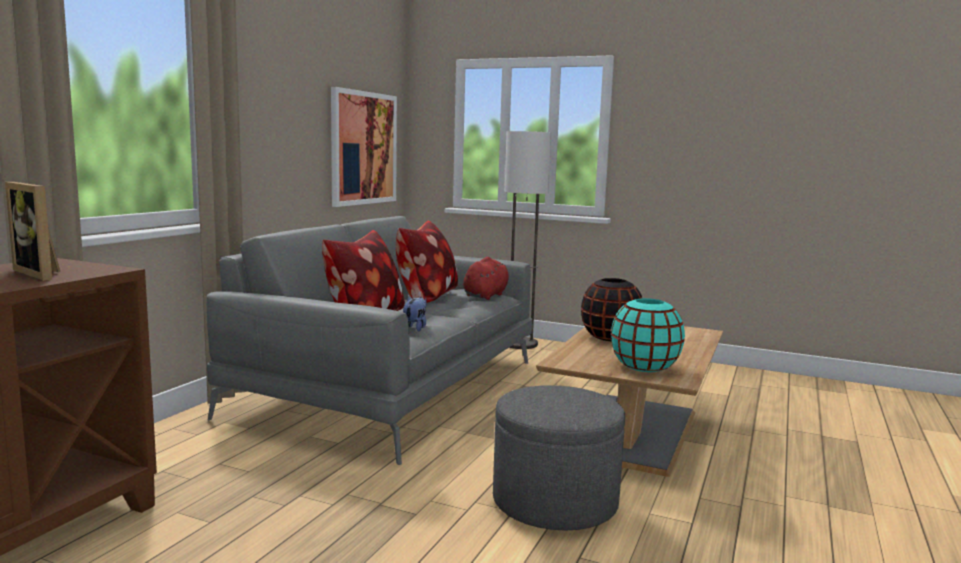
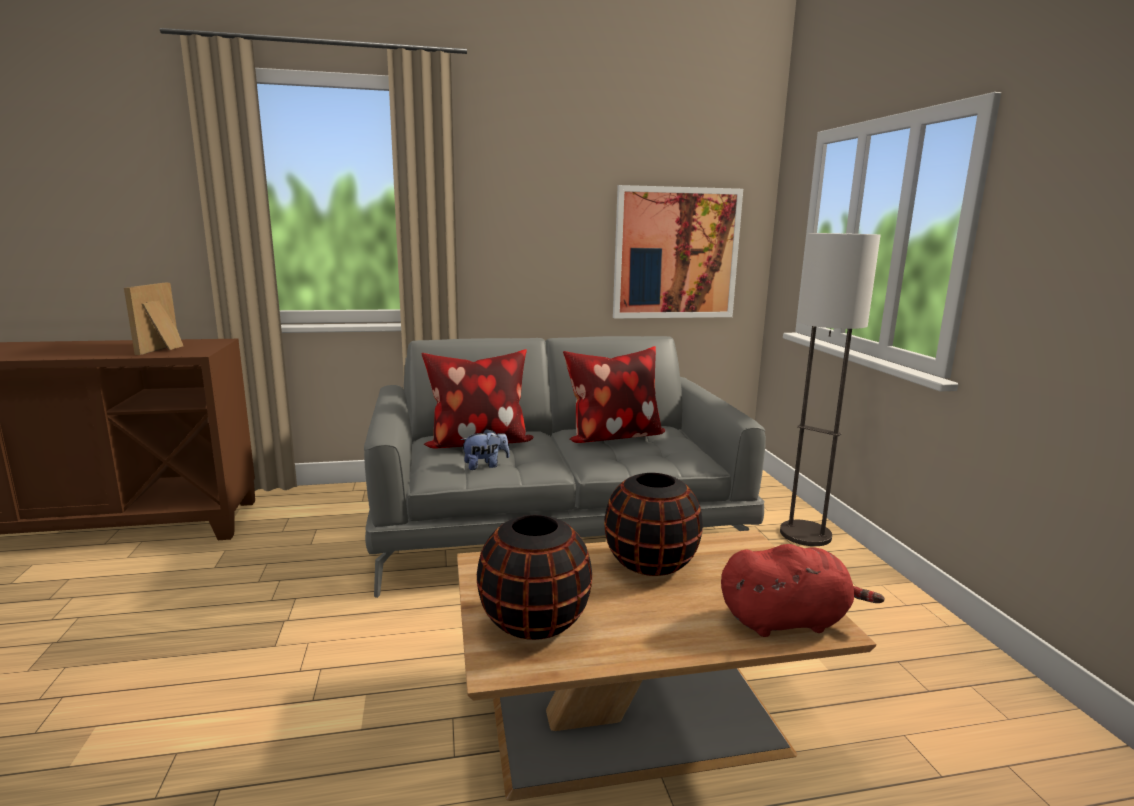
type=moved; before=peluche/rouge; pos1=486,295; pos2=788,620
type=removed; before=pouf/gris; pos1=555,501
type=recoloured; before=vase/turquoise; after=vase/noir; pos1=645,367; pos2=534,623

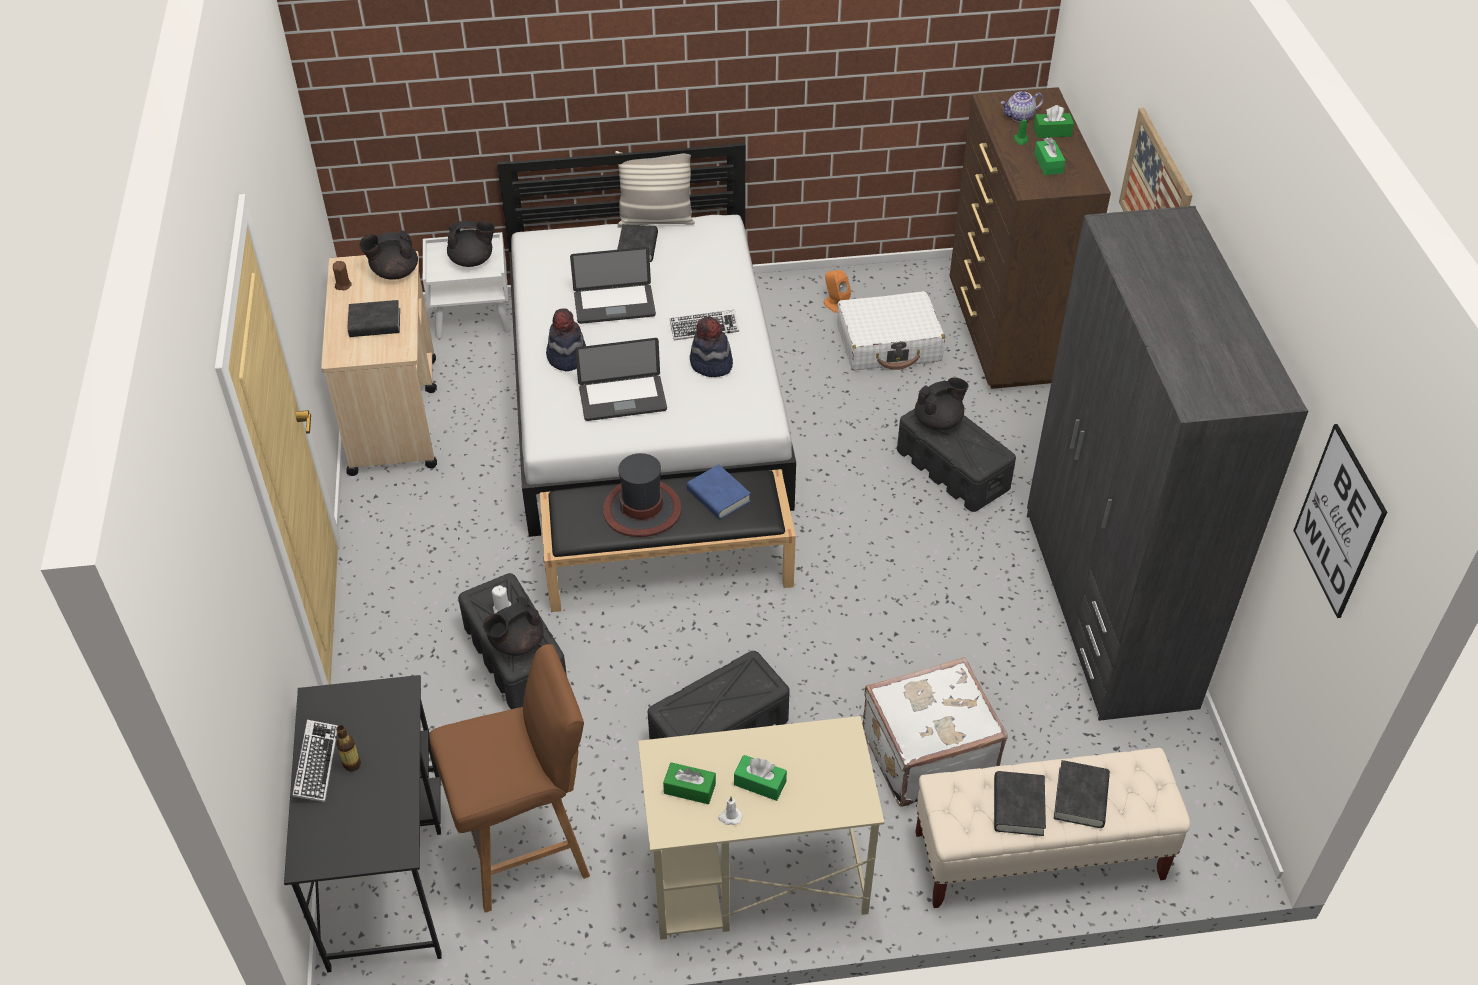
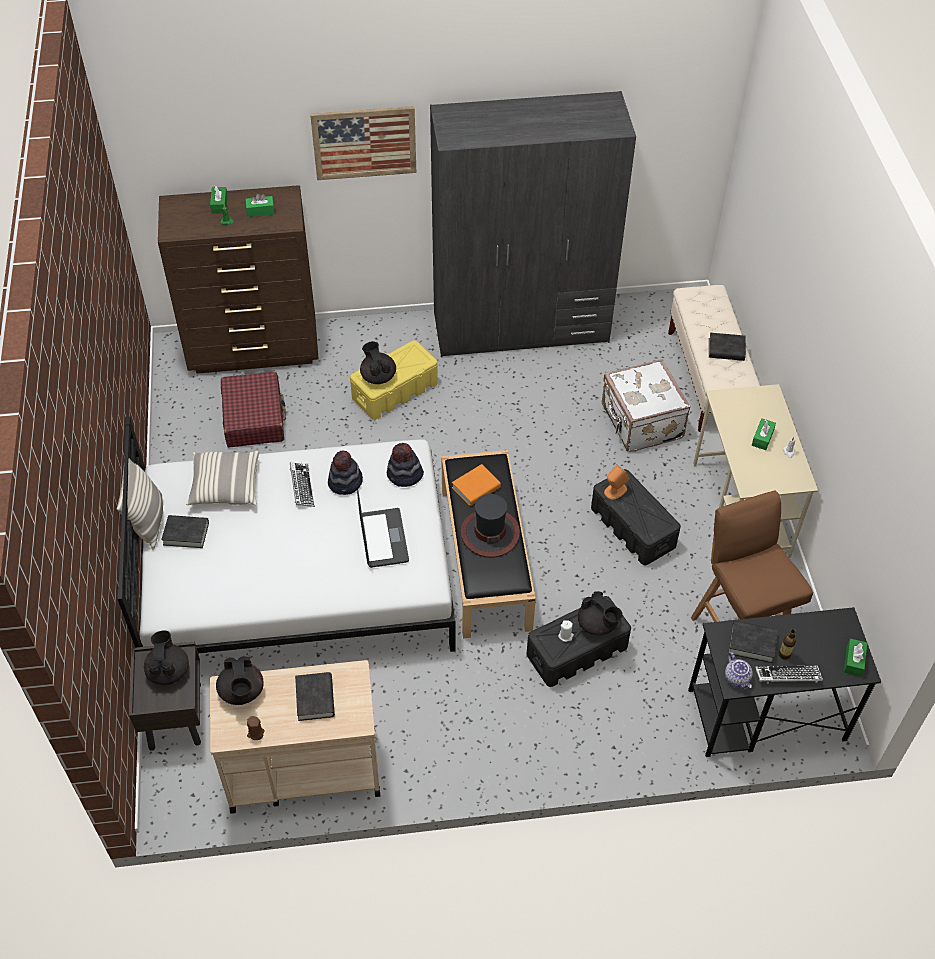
type=recoloured; before=table de chevet/blanc; after=table de chevet/marron; pos1=474,318; pos2=175,715
type=moved; before=chapeau; pos1=567,357; pos2=404,475
type=removed; before=ordinateur portable; pos1=614,305
type=moved; before=boîte à mouchoirs/vert; pos1=689,789; pos2=853,661
type=recoloured; before=livre/bleu; after=livre/orange; pos1=718,496; pos2=476,488
type=moved; before=enceinte/orange; pos1=835,304; pos2=615,490
type=recoloured; before=valise/blanc; after=valise/rouge; pos1=889,344; pos2=254,417
type=recoloured; before=boîte de rangement/noir; after=boîte de rangement/jaune; pos1=953,470; pos2=395,391
type=moved; before=théière; pos1=1019,117; pos2=737,678
type=moved; before=livre/noir; pos1=1081,798; pos2=752,643
type=removed; before=tableau; pos1=1339,521
type=added; after=coussin; pos2=225,486

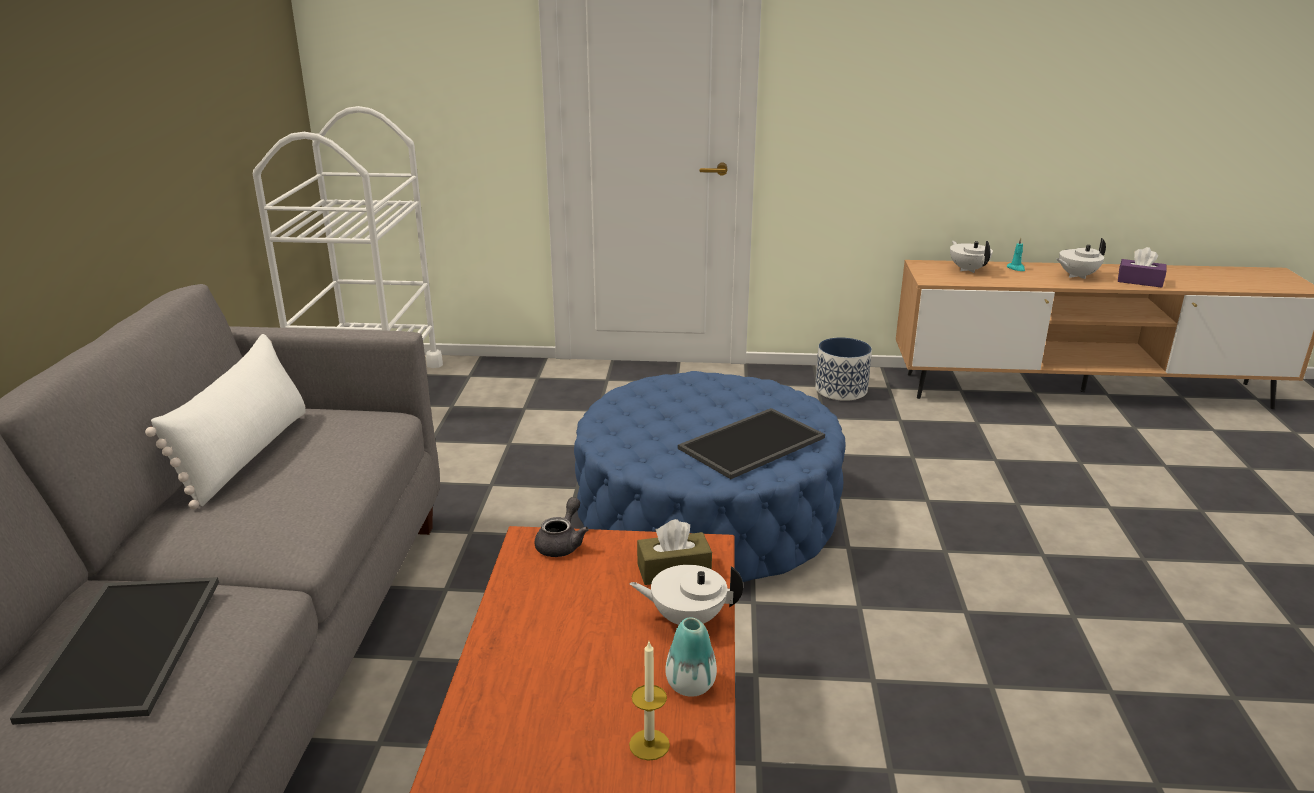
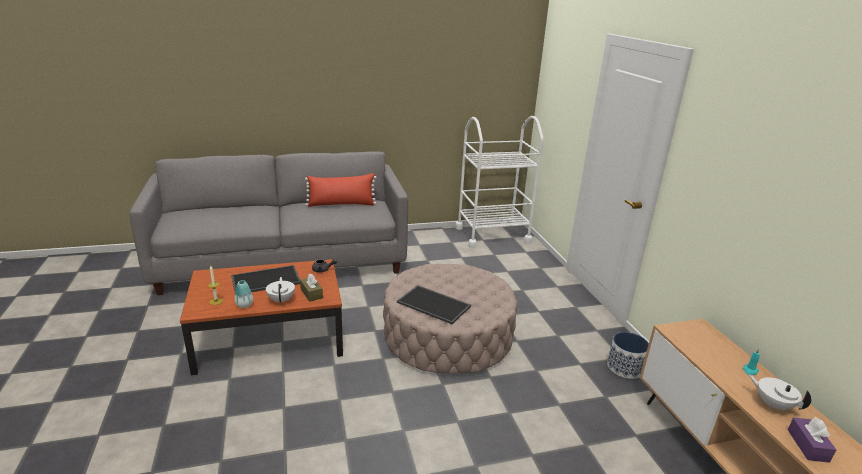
type=moved; before=plateau; pos1=128,647; pos2=265,281
type=recoloured; before=coussin/blanc; after=coussin/rouge; pos1=246,455; pos2=341,204
type=recoloured; before=pouf/bleu; after=pouf/beige; pos1=707,513; pos2=448,336
type=removed; before=théière/blanc; pos1=968,269

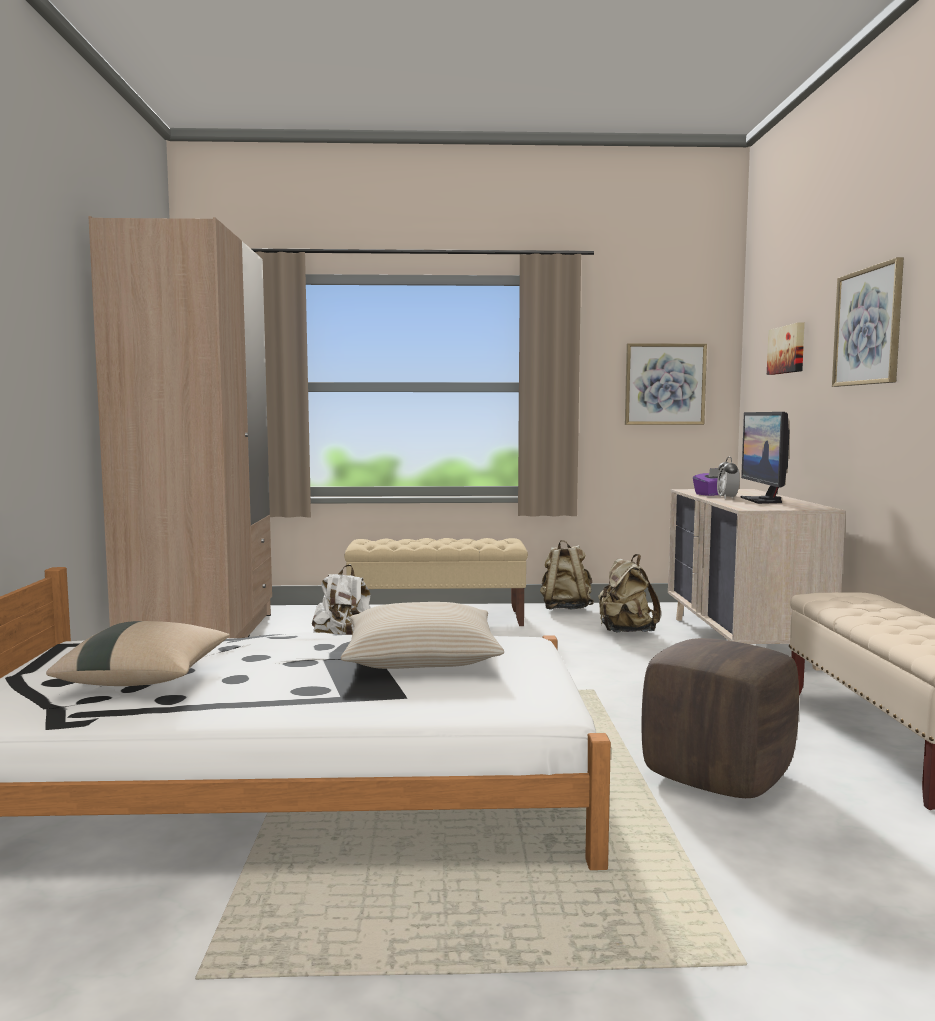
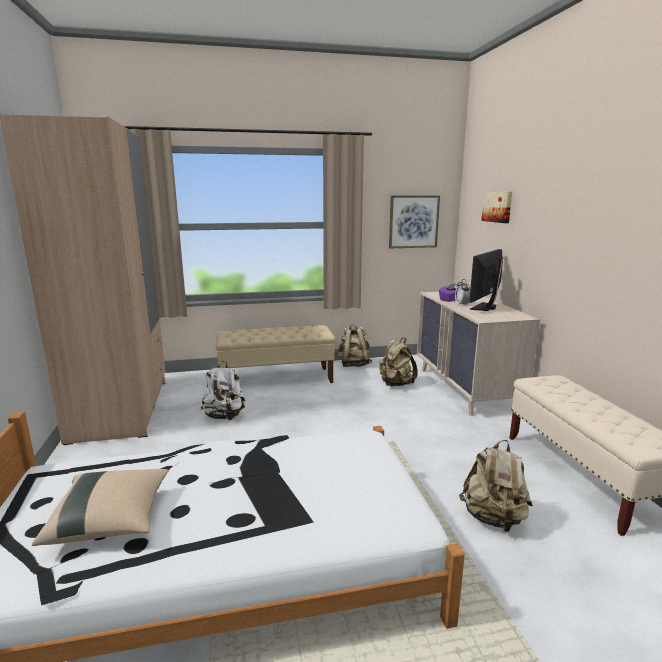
type=removed; before=coussin/beige; pos1=421,657
type=replaced; before=pouf/marron; after=sac à dos/beige; pos1=719,776; pos2=493,518
type=turned; before=écran d'ordinateur; pos1=764,500; pos2=485,307; turn=45
type=removed; before=tableau; pos1=868,326

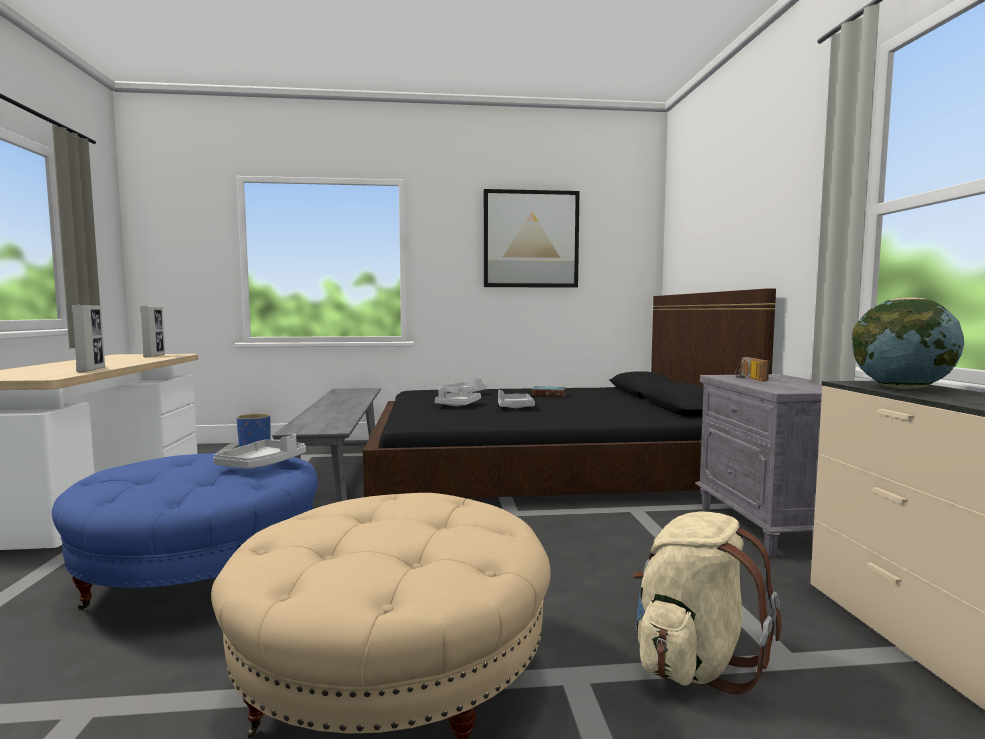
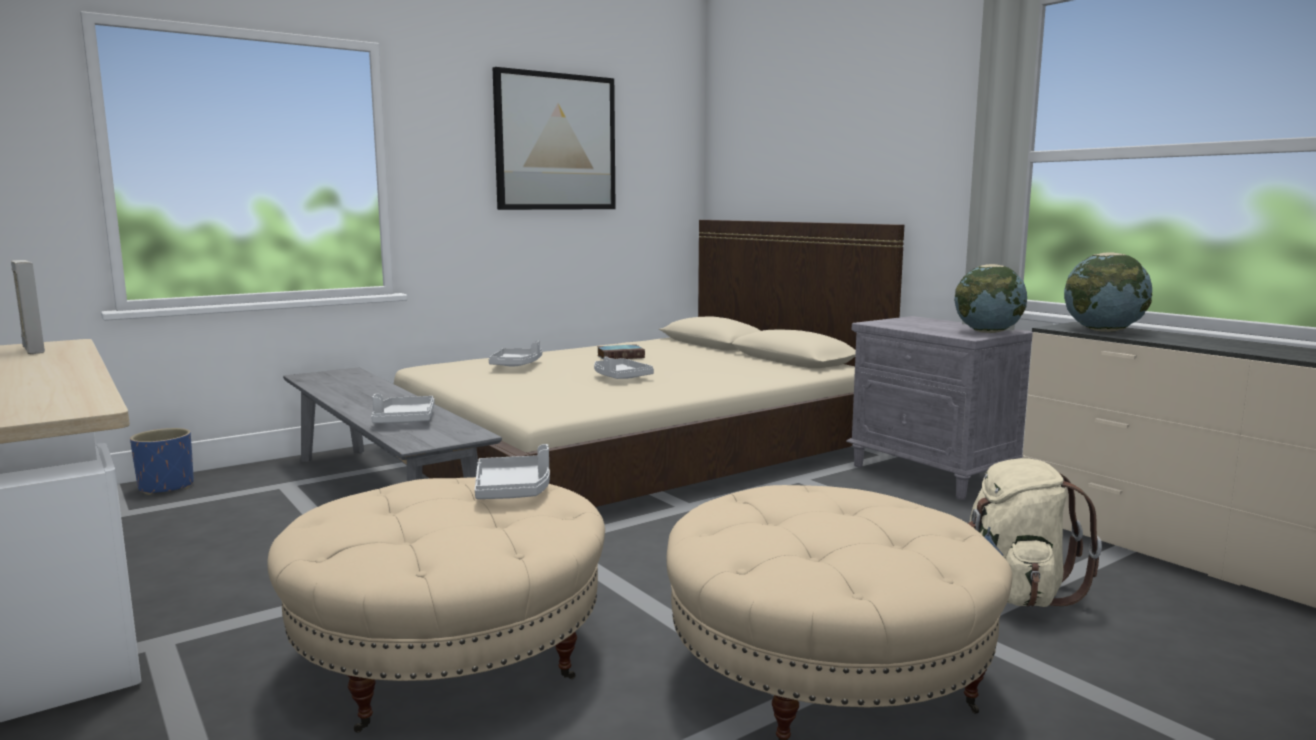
type=recoloured; before=pouf/bleu; after=pouf/beige; pos1=202,577; pos2=449,656
type=removed; before=cadre photo; pos1=91,370
type=recoloured; before=lit/noir; after=lit/beige; pos1=545,464; pos2=637,446
type=moved; before=plateau/gris; pos1=458,405; pos2=404,420
type=removed; before=radio; pos1=748,378
type=added; after=globe; pos2=988,332

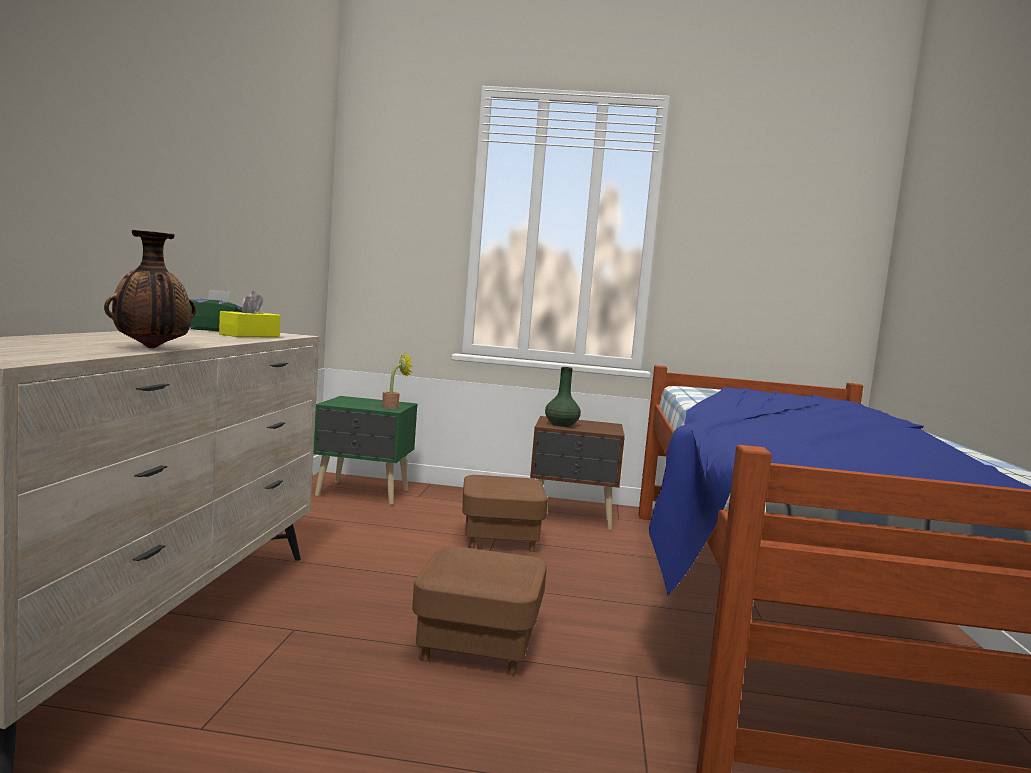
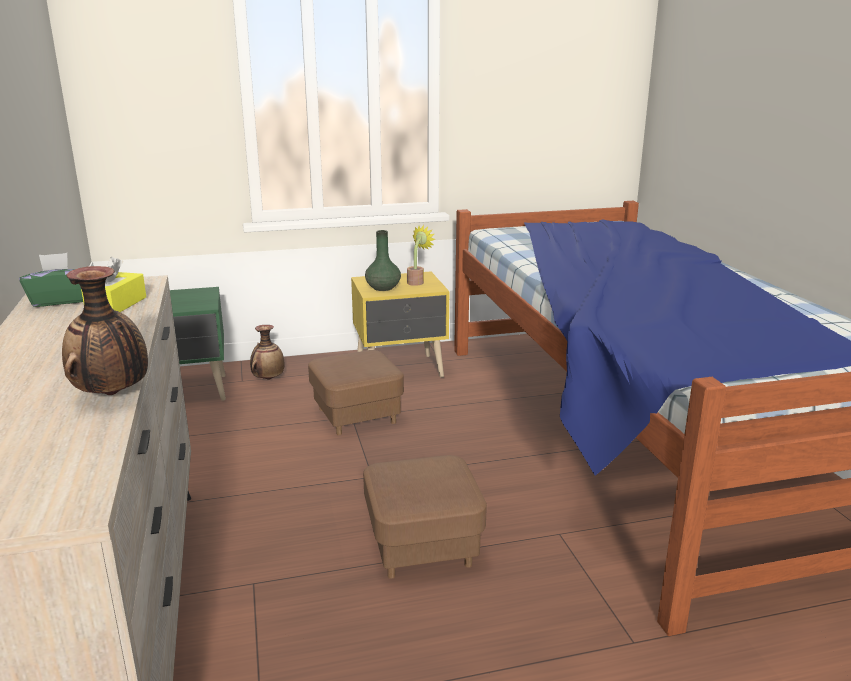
type=moved; before=plante en pot; pos1=393,407; pos2=417,282
type=recoloured; before=table de chevet/marron; after=table de chevet/jaune; pos1=572,517; pos2=401,370
type=added; after=vase; pos2=268,378

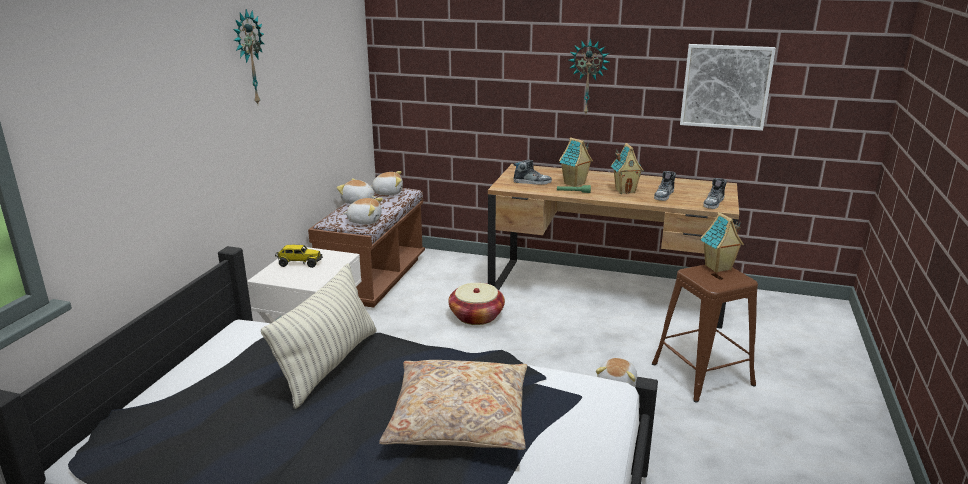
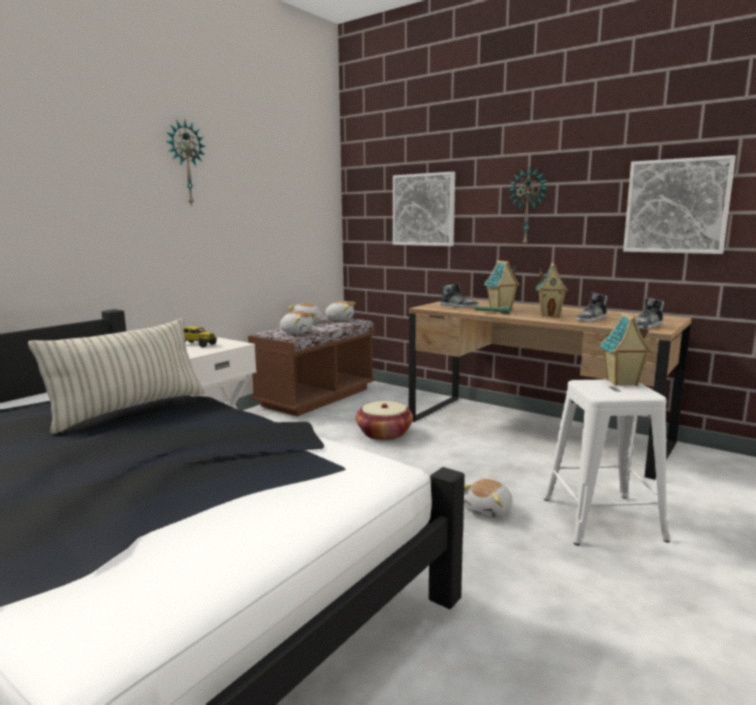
type=removed; before=coussin/beige; pos1=459,419
type=recoloured; before=tabouret/marron; after=tabouret/blanc; pos1=702,374; pos2=602,519
type=added; after=tableau; pos2=424,210

